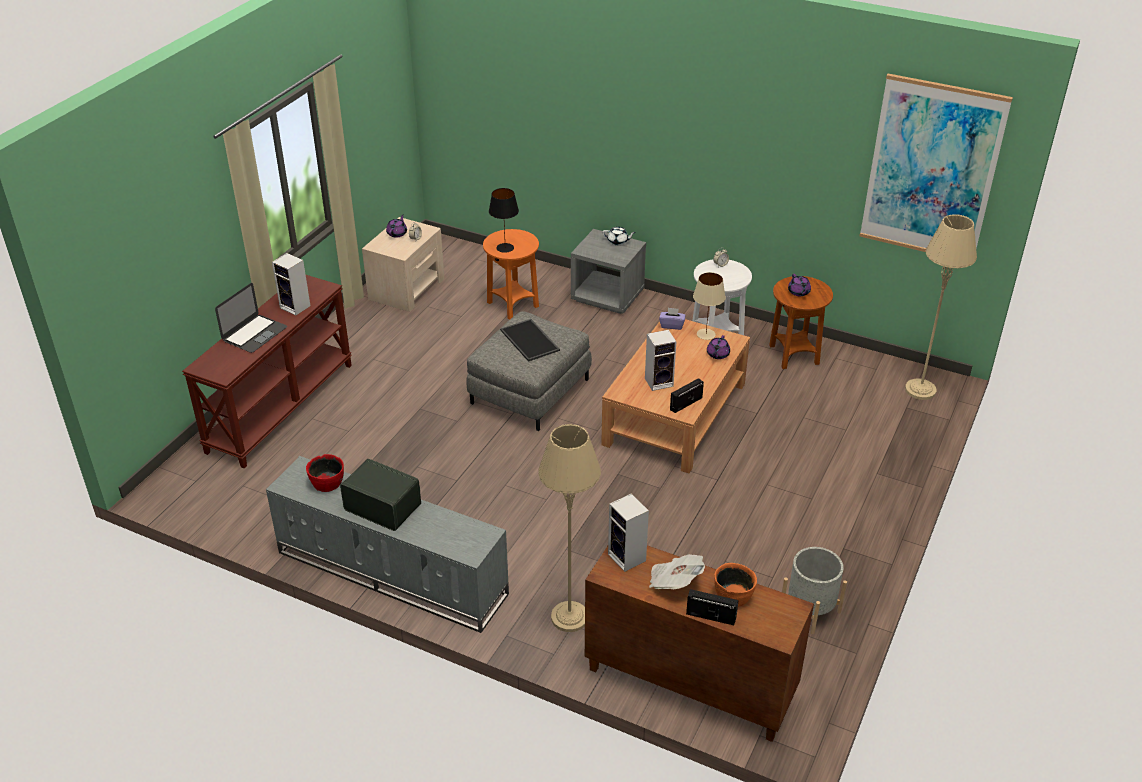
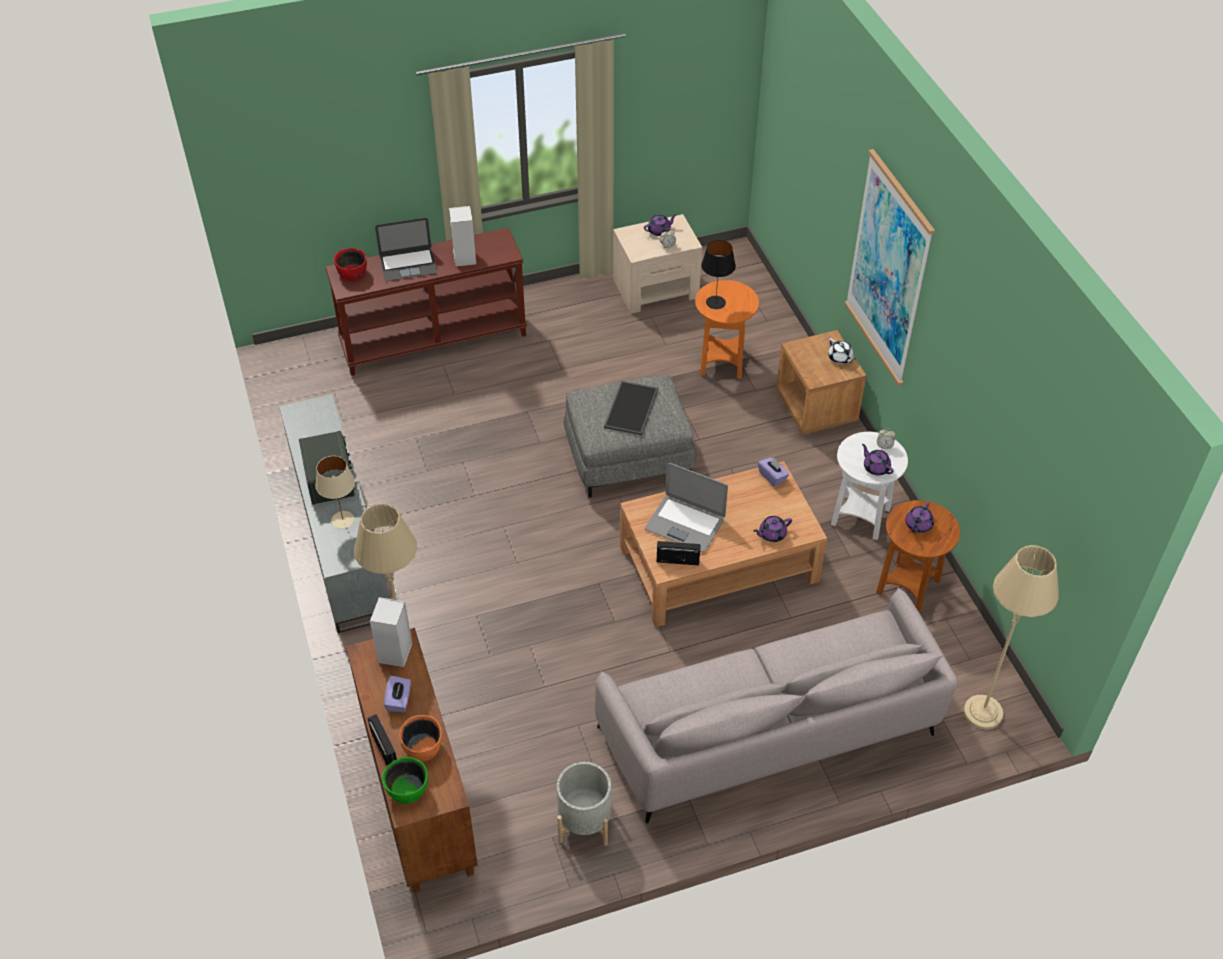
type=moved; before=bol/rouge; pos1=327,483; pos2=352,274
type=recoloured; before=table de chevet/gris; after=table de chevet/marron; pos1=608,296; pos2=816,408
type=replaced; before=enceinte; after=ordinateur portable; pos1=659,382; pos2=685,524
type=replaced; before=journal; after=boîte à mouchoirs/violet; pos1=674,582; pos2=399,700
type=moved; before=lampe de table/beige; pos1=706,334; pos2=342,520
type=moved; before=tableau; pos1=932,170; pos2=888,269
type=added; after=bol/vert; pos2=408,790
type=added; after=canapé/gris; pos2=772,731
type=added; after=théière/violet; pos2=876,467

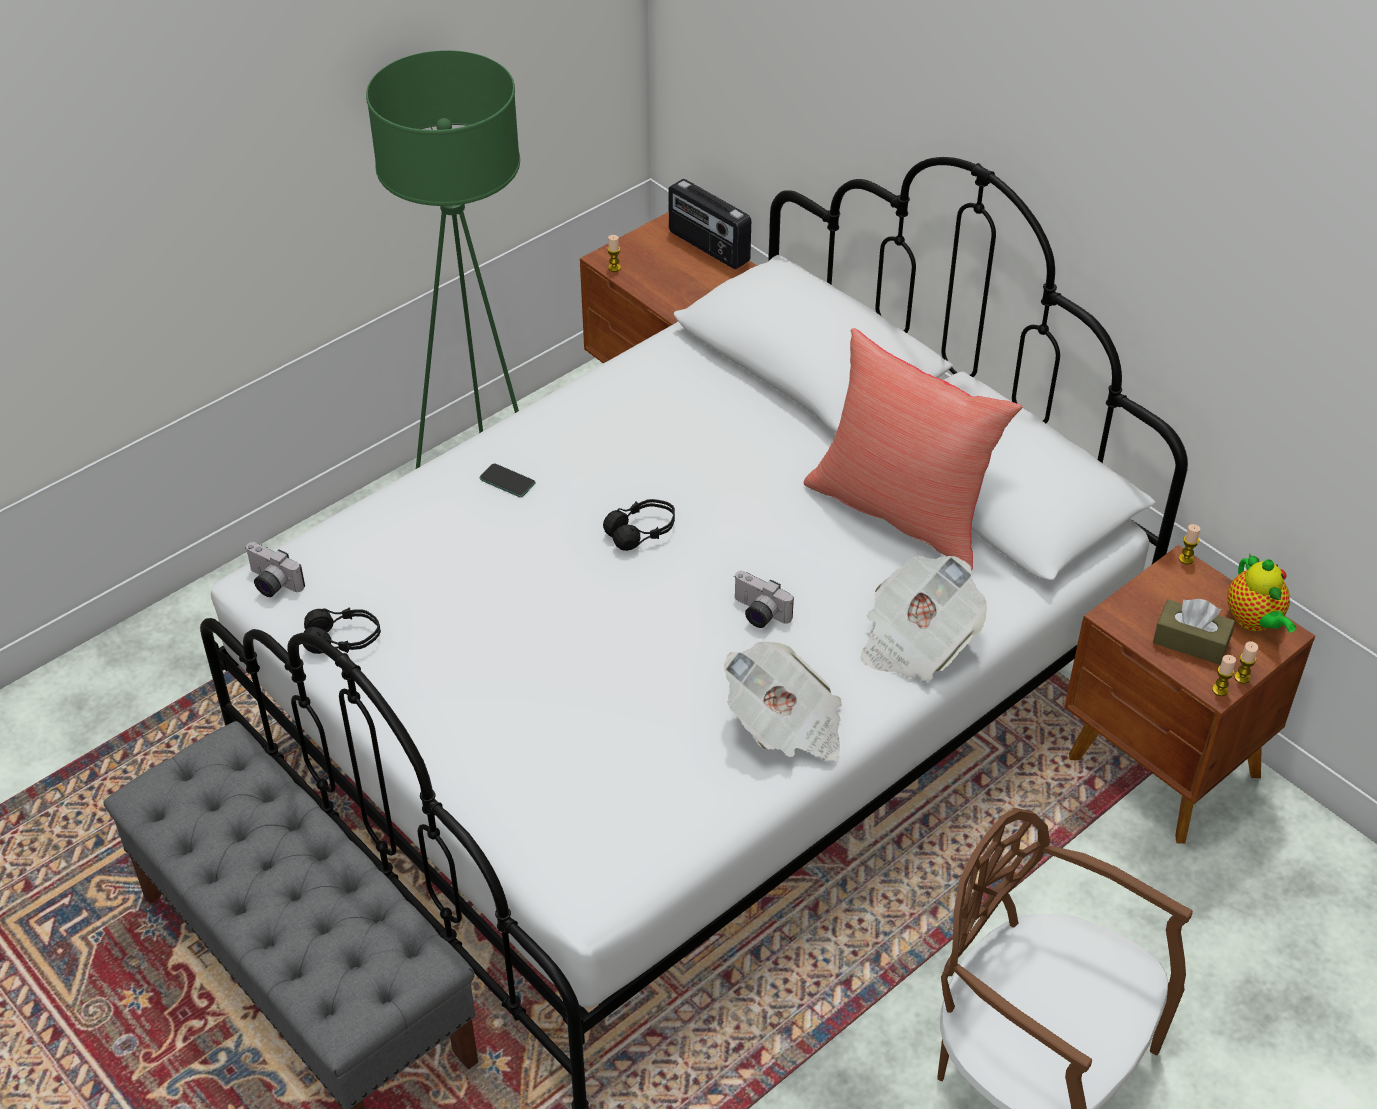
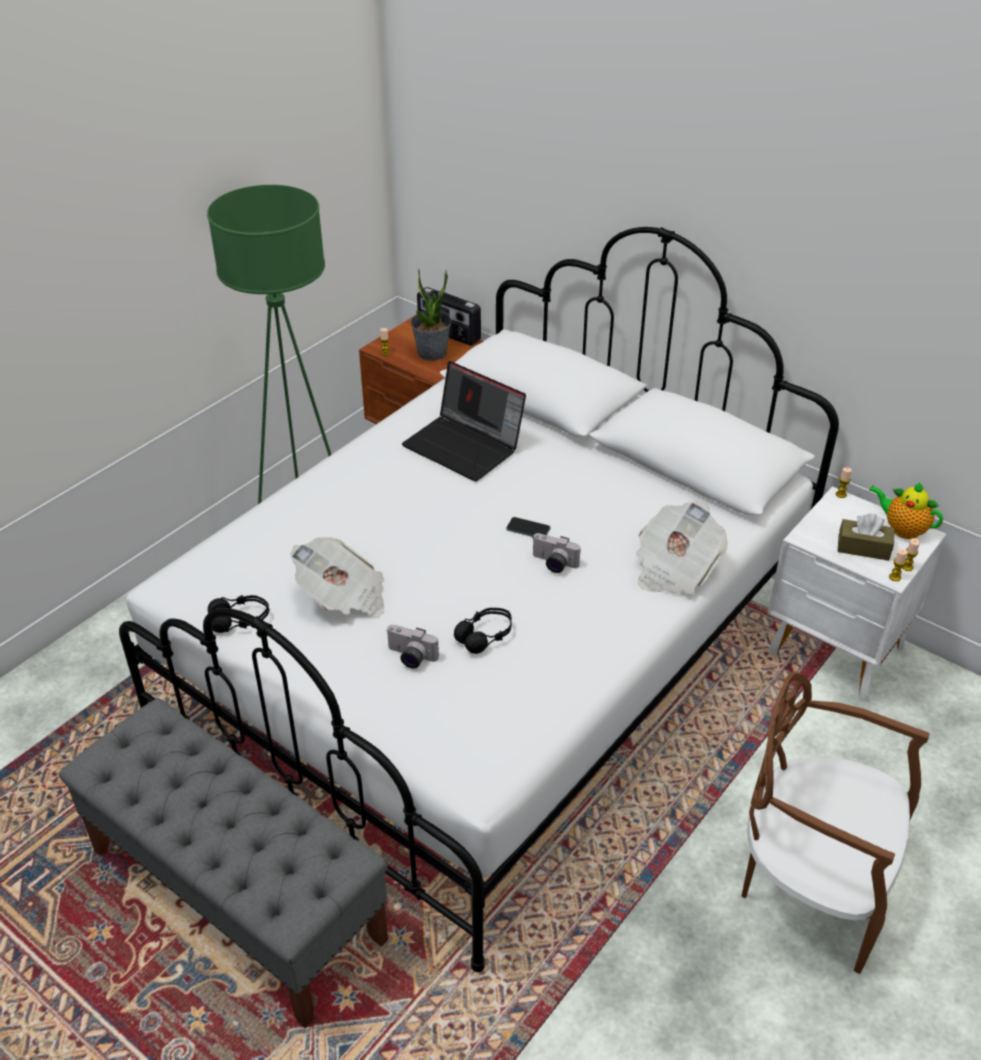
type=moved; before=appareil photo; pos1=271,584; pos2=410,657
type=moved; before=téléphone; pos1=507,481; pos2=528,529
type=moved; before=casque audio/noir; pos1=641,532; pos2=485,636
type=moved; before=journal; pos1=785,726; pos2=343,597
type=removed; before=coussin/rouge; pos1=901,511
type=recoloured; before=table de chevet/marron; after=table de chevet/blanc; pos1=1163,770; pos2=836,652
type=turned; before=théière; pos1=1254,621; pos2=902,529; turn=150
type=added; after=ordinateur portable; pos2=465,446
type=added; after=plante en pot; pos2=432,353

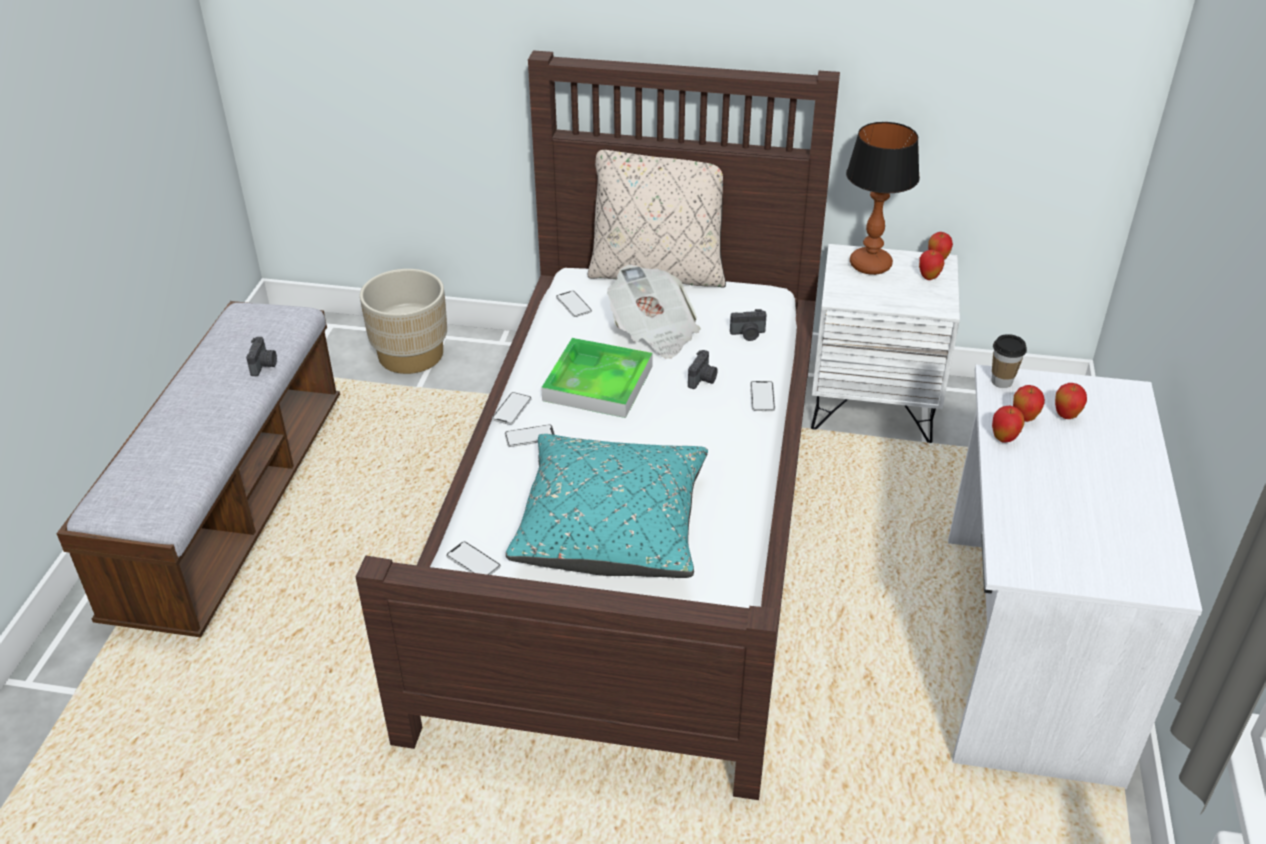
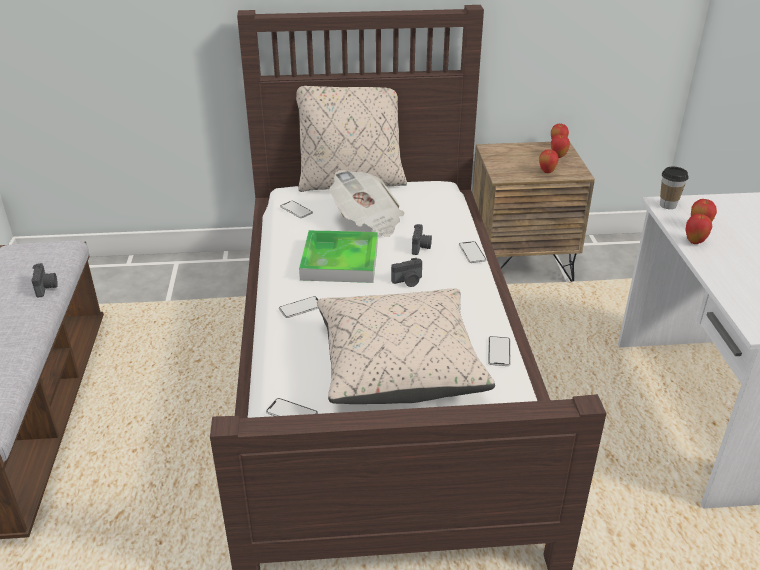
type=removed; before=cache-pot/beige; pos1=411,355
type=moved; before=téléphone; pos1=512,409; pos2=499,352
type=recoloured; before=coussin/turquoise; after=coussin/beige; pos1=611,528; pos2=399,366
type=moved; before=appareil photo; pos1=748,334; pos2=408,281
type=recoloured; before=table de chevet/blanc; after=table de chevet/marron; pos1=873,404; pos2=520,262
type=removed; before=lampe de table; pos1=871,265
type=moved; before=pomme; pos1=1066,416; pos2=547,172

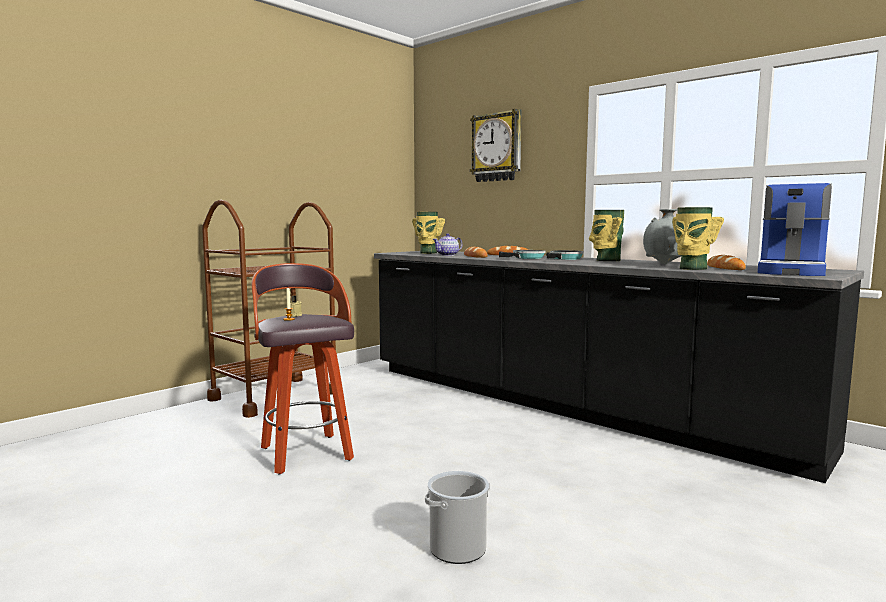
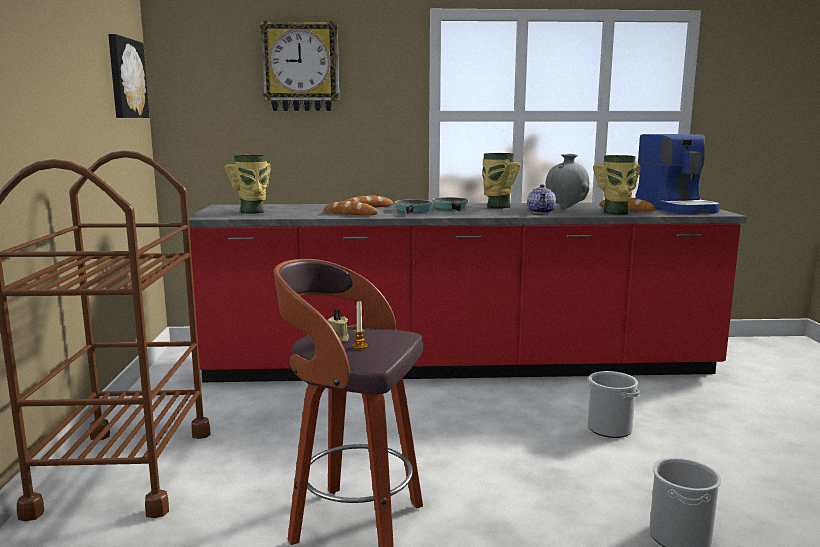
type=recoloured; before=comptoir de cuisine/noir; after=comptoir de cuisine/rouge; pos1=563,405; pos2=459,366
type=moved; before=théière; pos1=448,255; pos2=541,212
type=added; after=tableau; pos2=126,78
type=added; after=seau; pos2=609,428

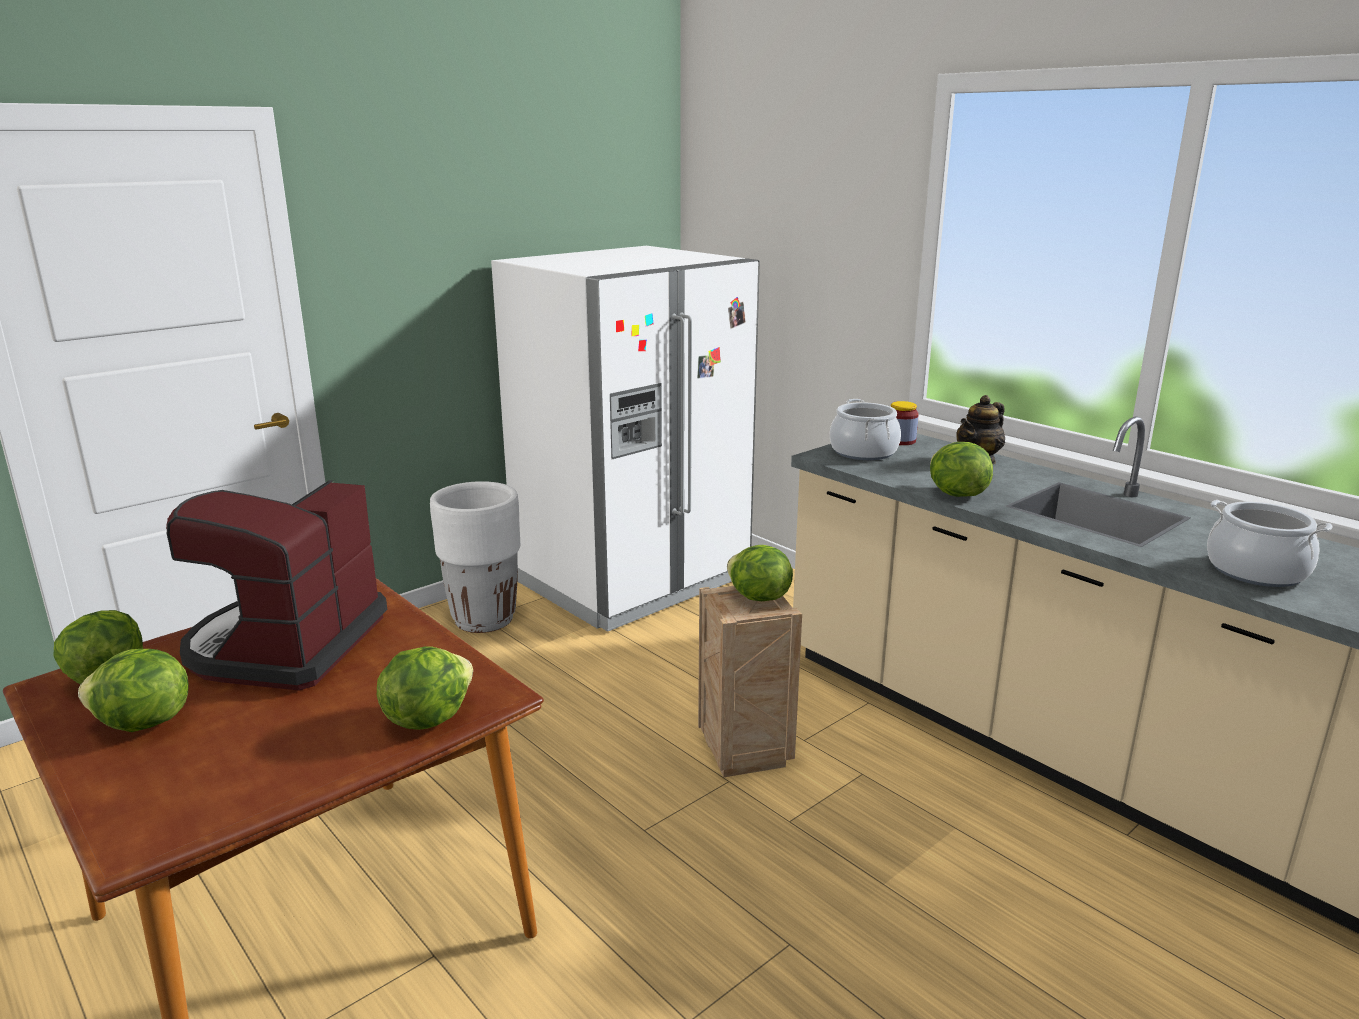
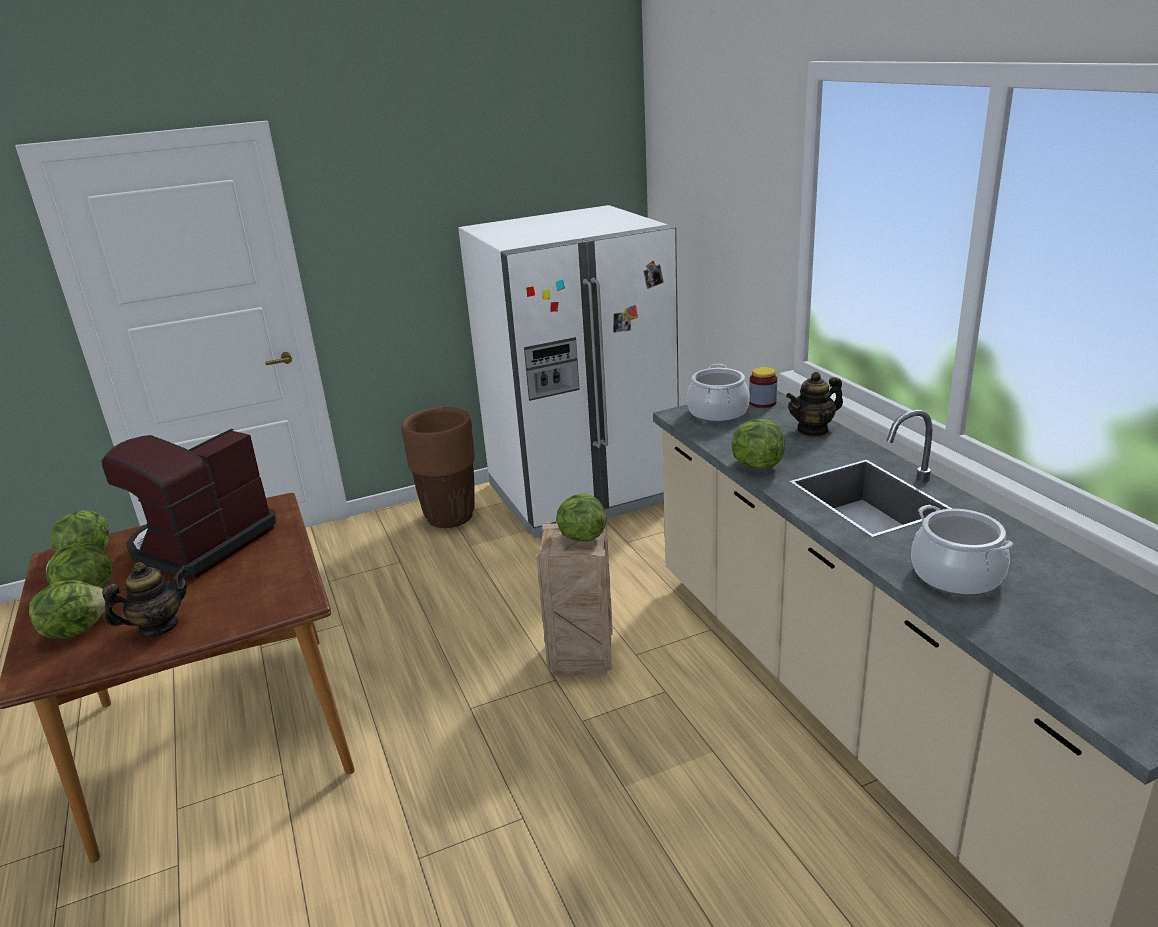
type=moved; before=laitue; pos1=427,718; pos2=76,629
type=recoloured; before=cache-pot/blanc; after=cache-pot/marron; pos1=484,620; pos2=450,517
type=added; after=théière; pos2=158,627

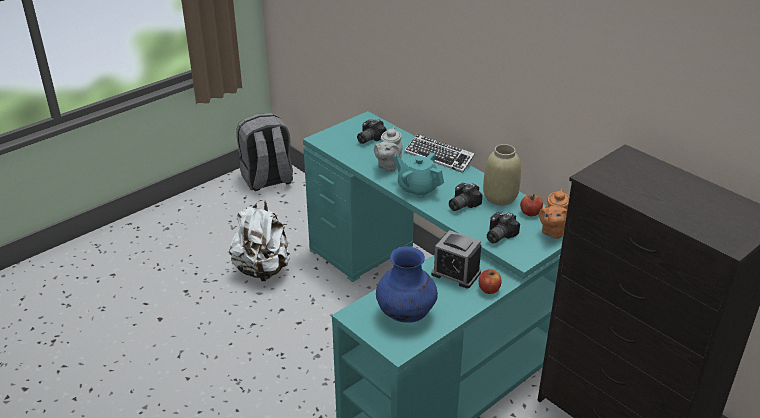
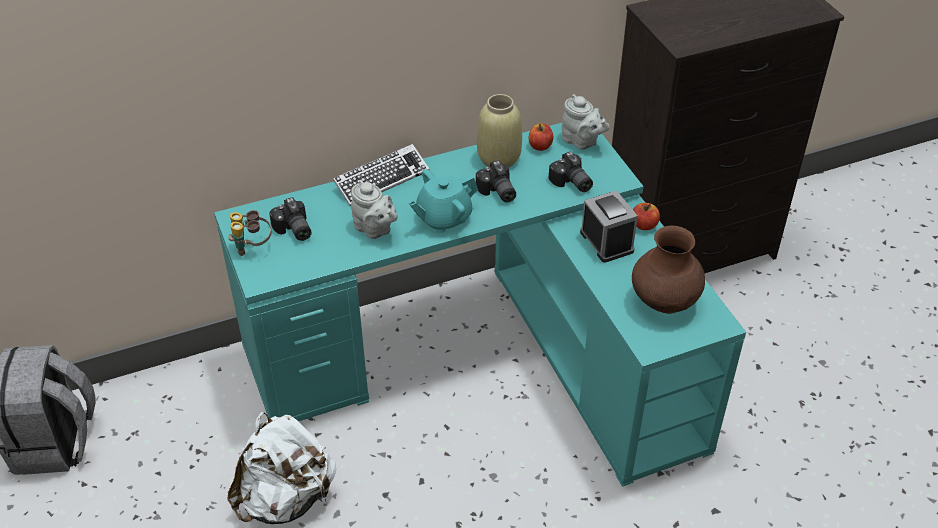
type=recoloured; before=vase/bleu; after=vase/marron; pos1=406,315; pos2=664,302
type=turned; before=réveil; pos1=456,273; pos2=606,241; turn=-75
type=recoloured; before=théière/orange; after=théière/gris; pos1=552,231; pos2=581,142
type=added; after=jumelles; pos2=252,247

